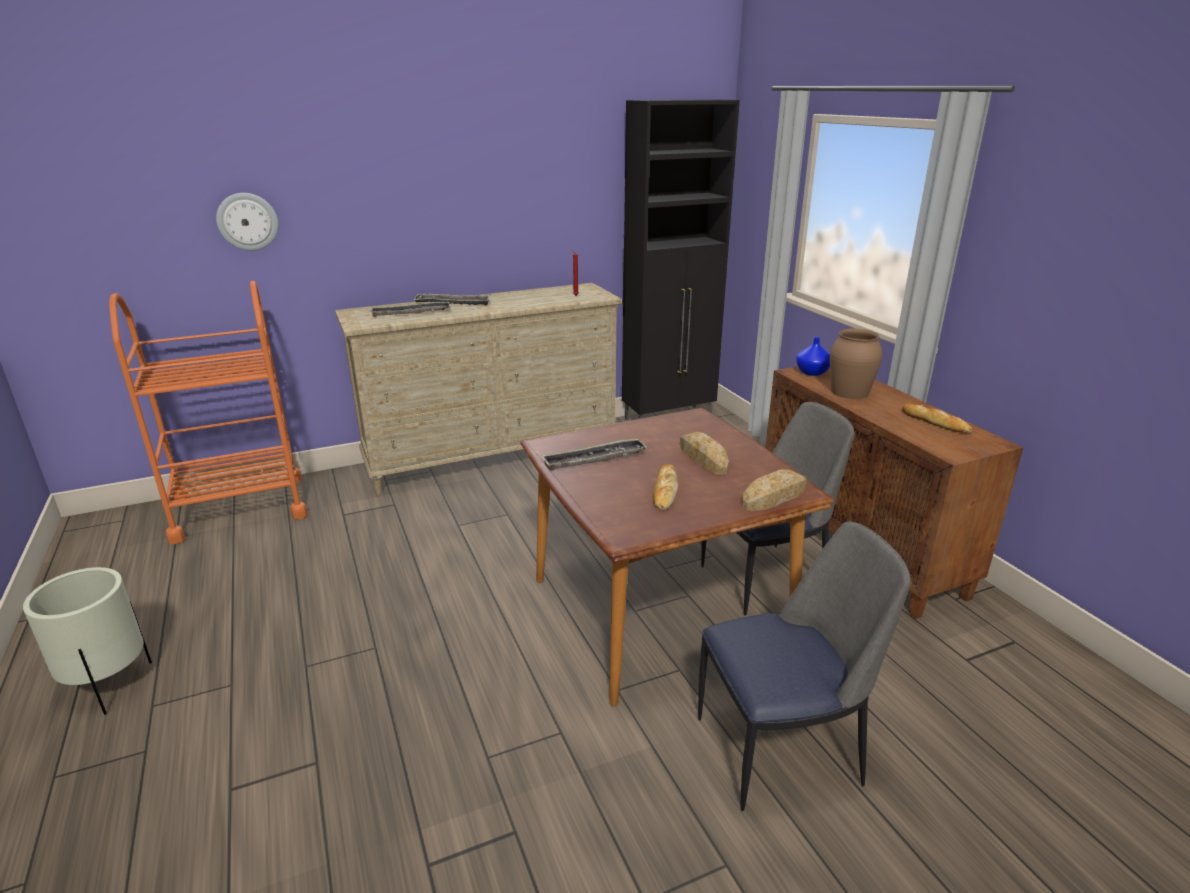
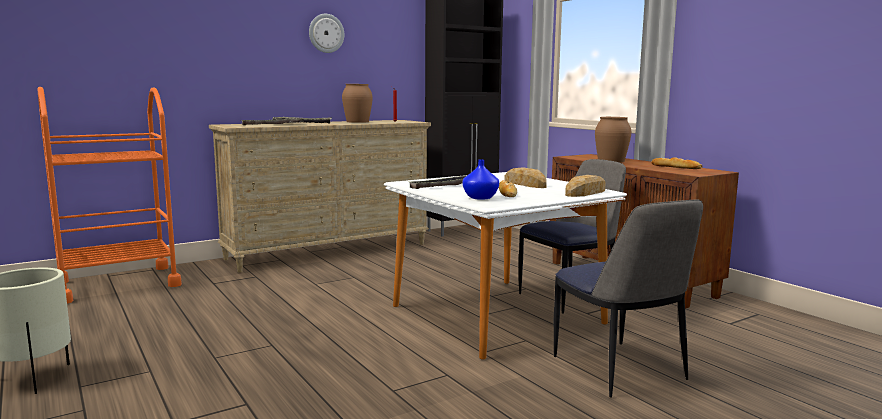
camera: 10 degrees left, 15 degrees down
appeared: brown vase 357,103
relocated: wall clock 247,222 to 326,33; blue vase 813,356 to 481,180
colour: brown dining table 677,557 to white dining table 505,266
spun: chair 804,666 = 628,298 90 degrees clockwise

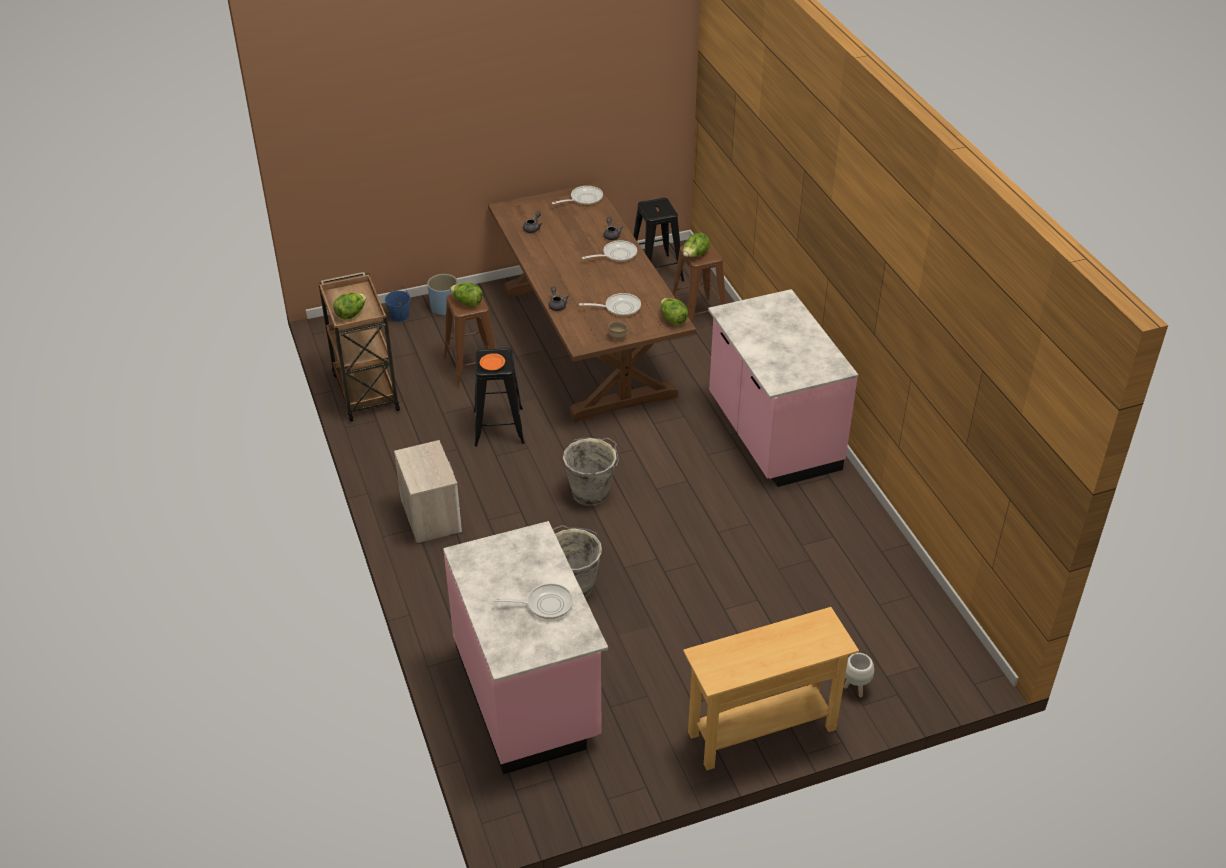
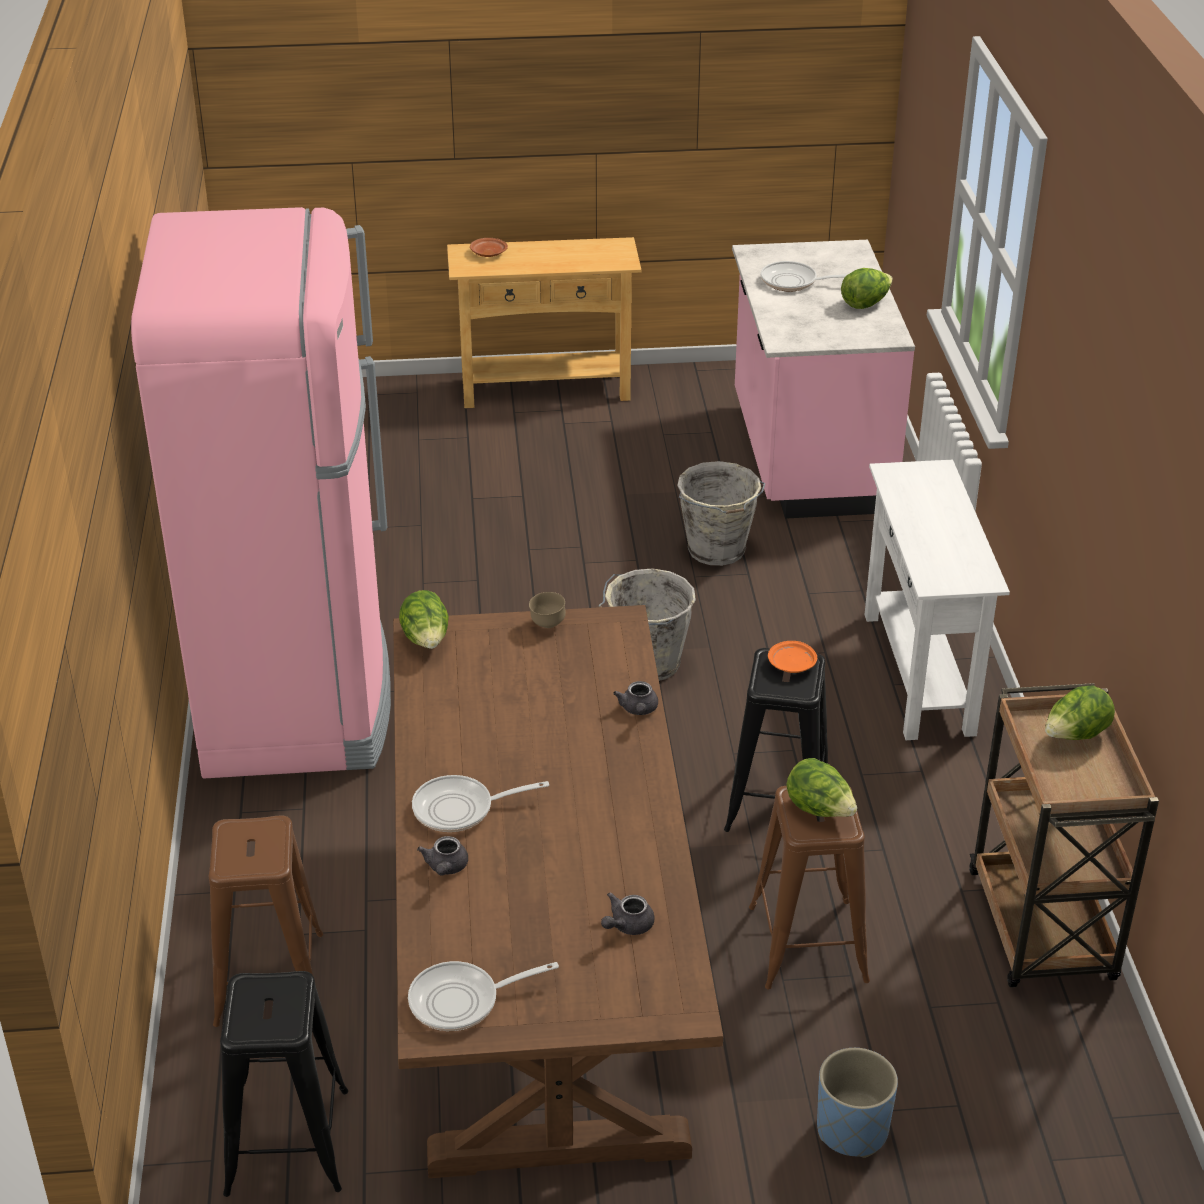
camera: 165 degrees left, 5 degrees down
missing: blue bucket 397,304; frying pan 610,304; white planter 858,675
appeared: brown plate 489,247
relocated: lettuce 696,245 to 867,288
exchanged: pink counter 783,388 to pink fridge 261,492; nightstand 428,492 to white console table 937,600

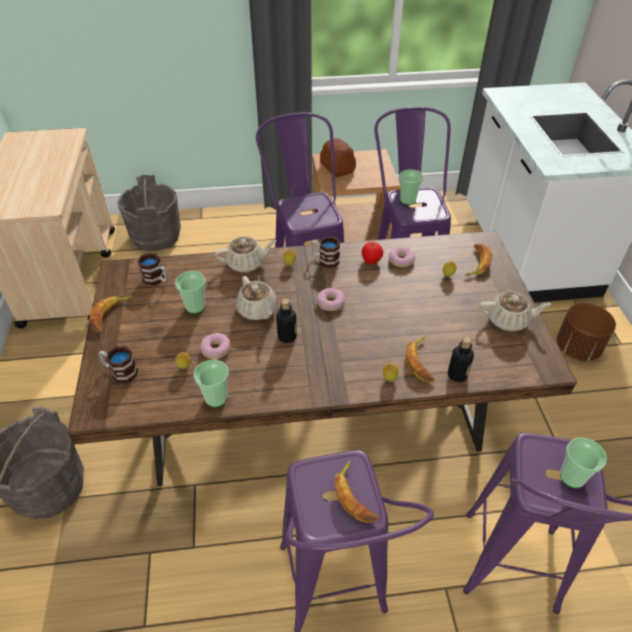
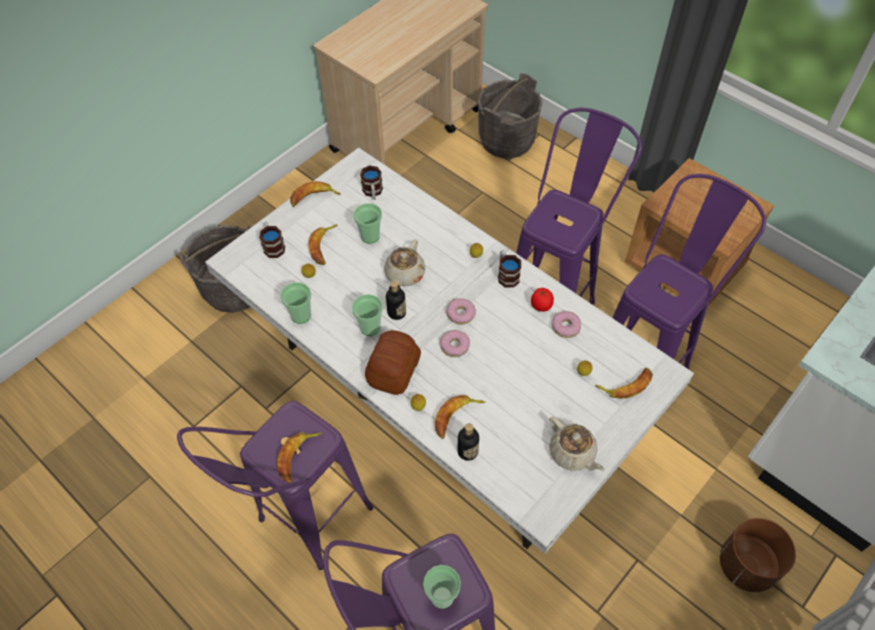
camera: 50 degrees right, 10 degrees up
missing: beige teapot 245,254
appeared: banana 323,244
relocated: cup 411,187 to 367,315; bread 338,157 to 393,362; donut 215,346 to 455,343
colour: brown dining table 322,358 to white dining table 449,350

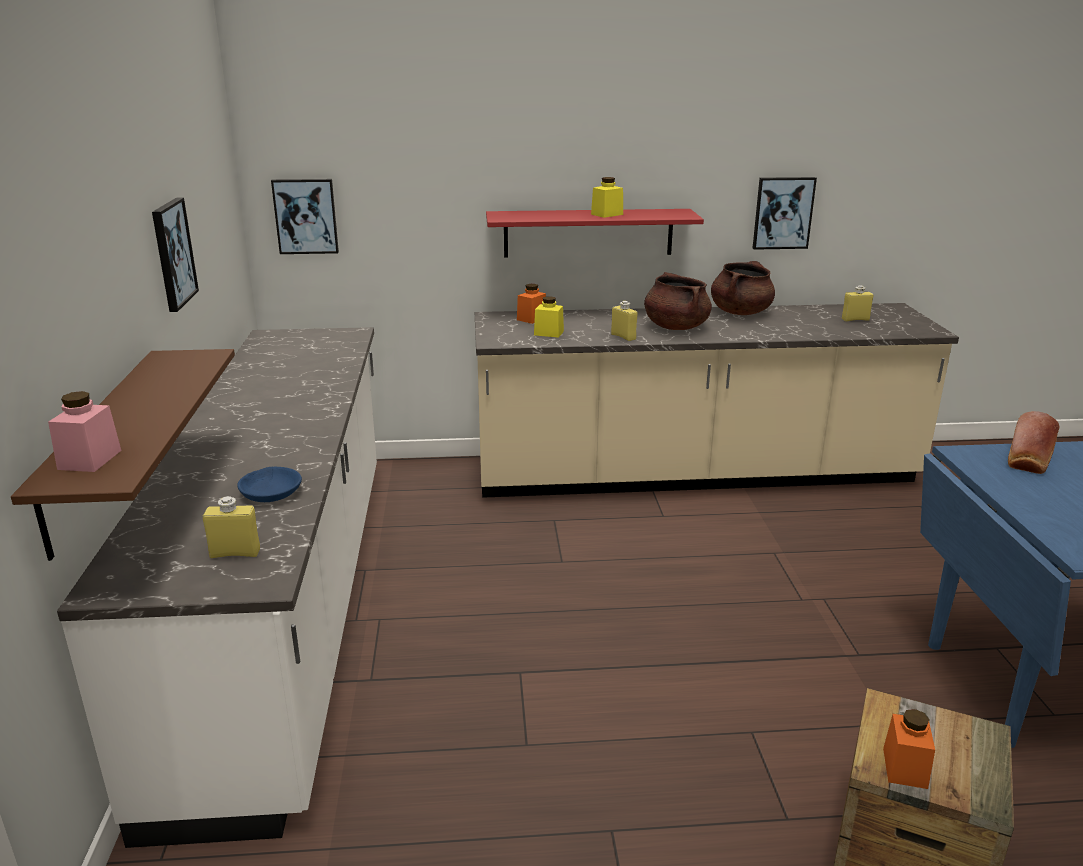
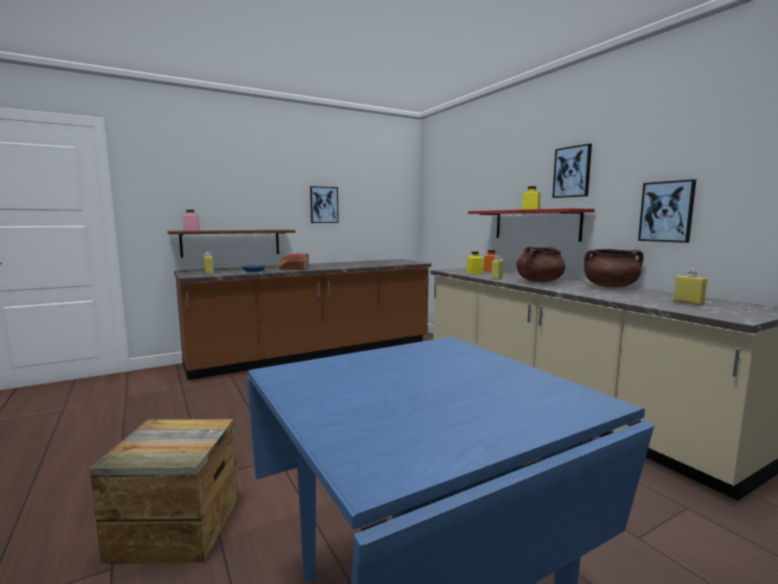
camera: 65 degrees right, 15 degrees down
missing: orange jar 909,749
relocated: bread 1033,442 to 294,261; picture 305,216 to 572,170
colour: white counter 217,587 to brown counter 302,319

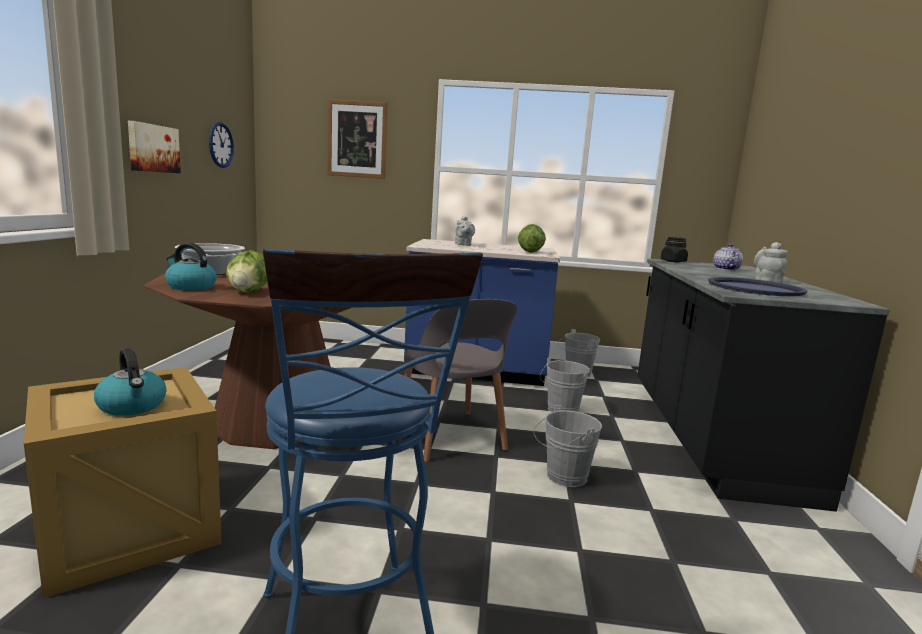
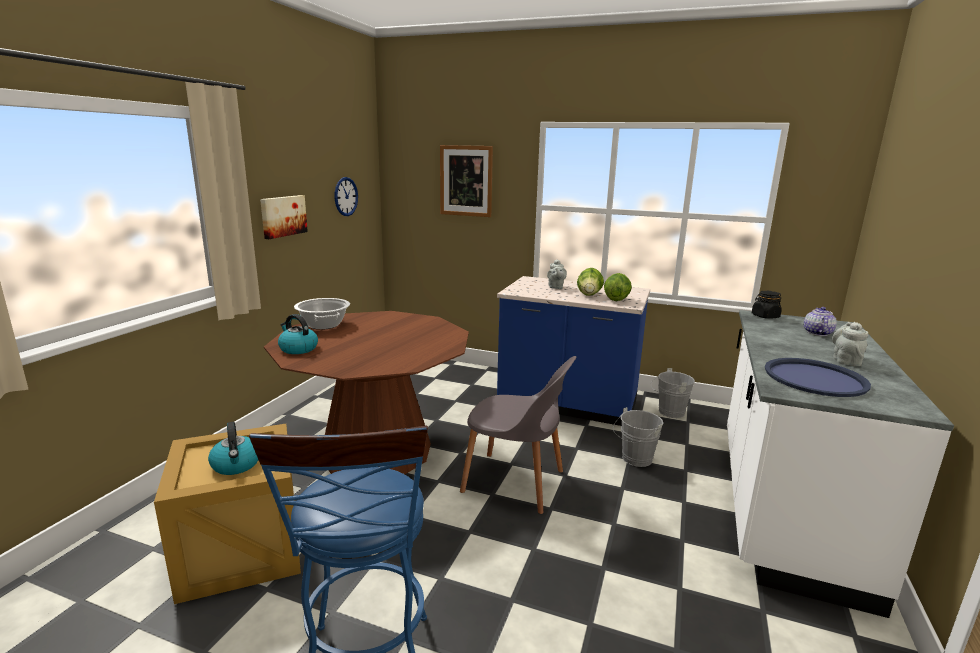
camera: 15 degrees right, 5 degrees up
missing: grey bucket 568,446
relocated: lettuce 246,271 to 590,282
colour: black counter 763,385 to white counter 840,464
spun: grey chair 460,380 = 518,435 60 degrees counterclockwise

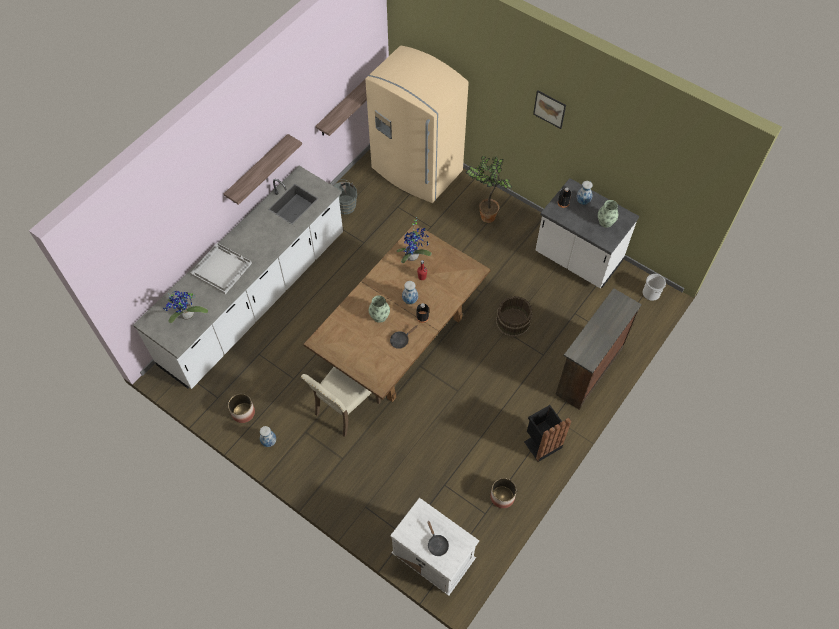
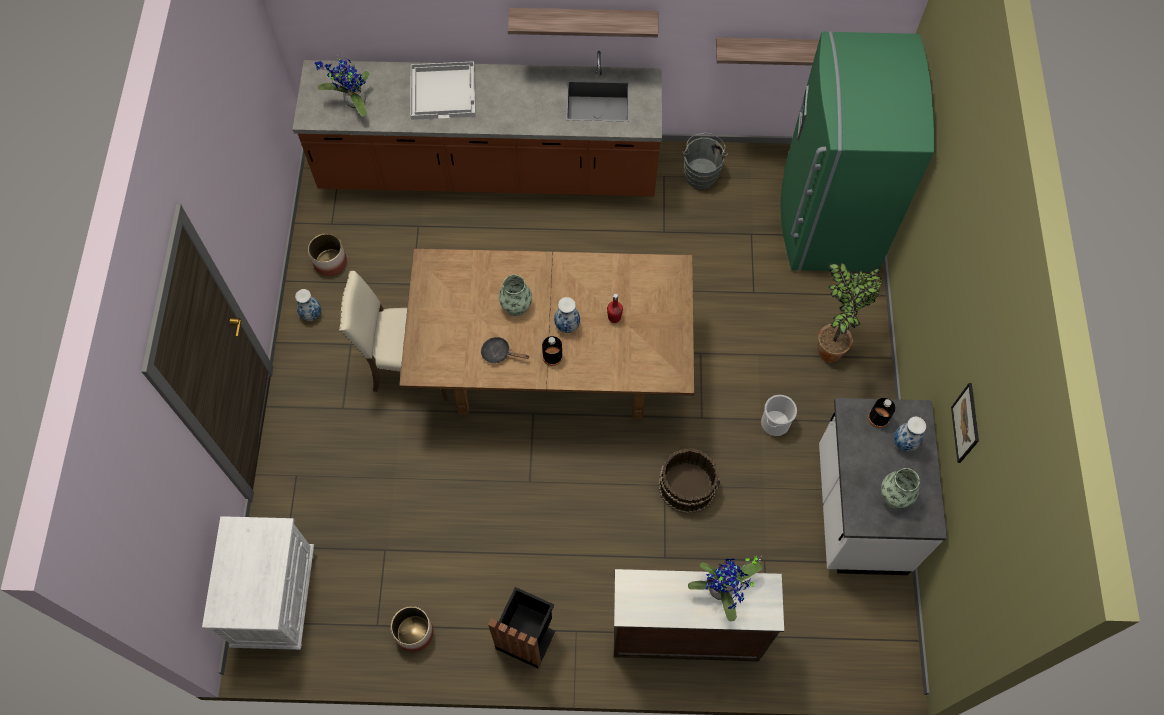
camera: 55 degrees right, 5 degrees up
missing: black frying pan 438,538
relocated: potted plant 414,241 to 725,588; bucket 654,287 to 779,415; picture 549,109 to 965,423
colour: white counter 238,277 to brown counter 477,123; beige fridge 417,124 to green fridge 857,151

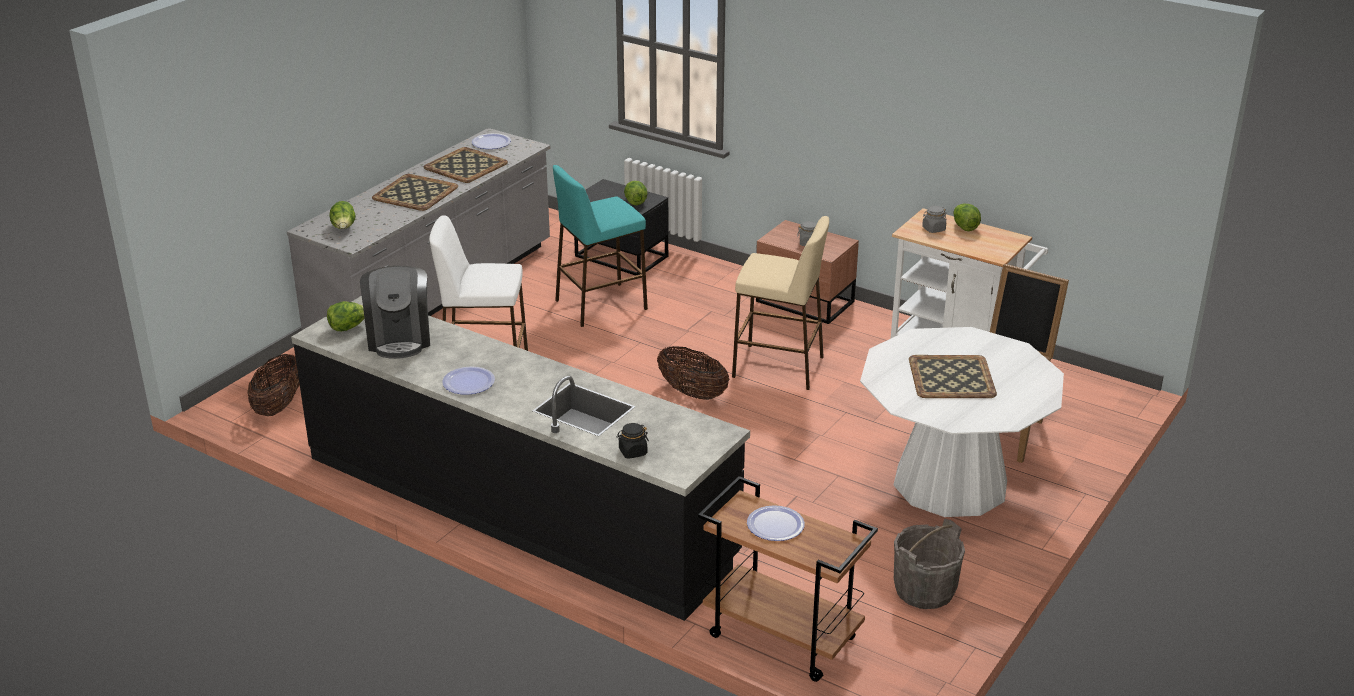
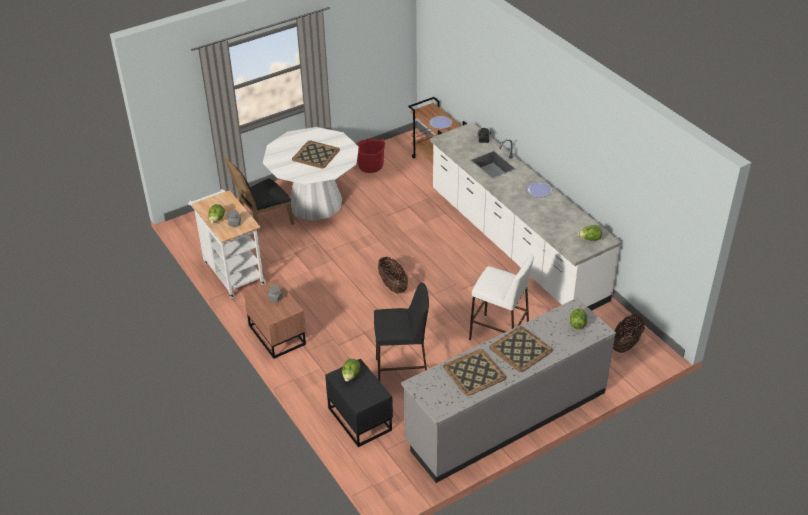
camera: 155 degrees left, 10 degrees up
missing: coffee machine 395,312; plate 491,141; beige stool 780,303
colour: grey bucket 929,564 to red bucket 371,155; turquoise stool 600,246 to black stool 401,332; black counter 520,458 to white counter 525,216

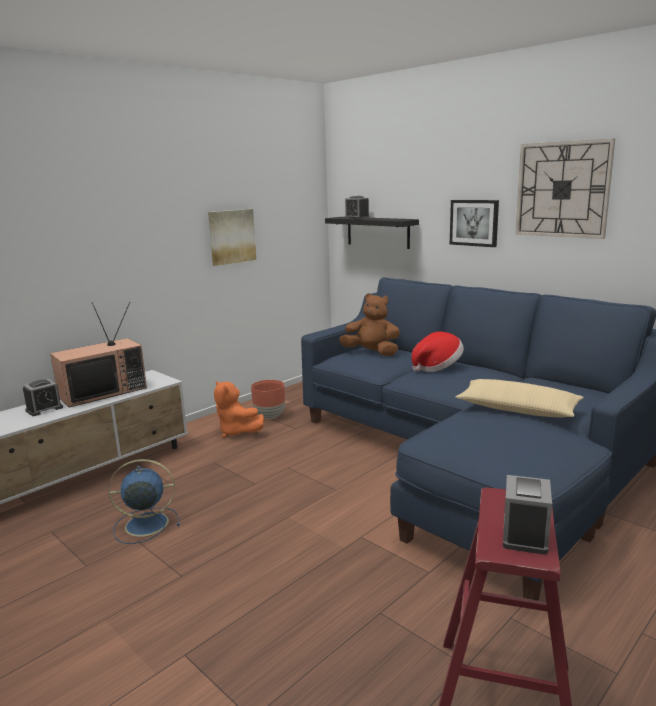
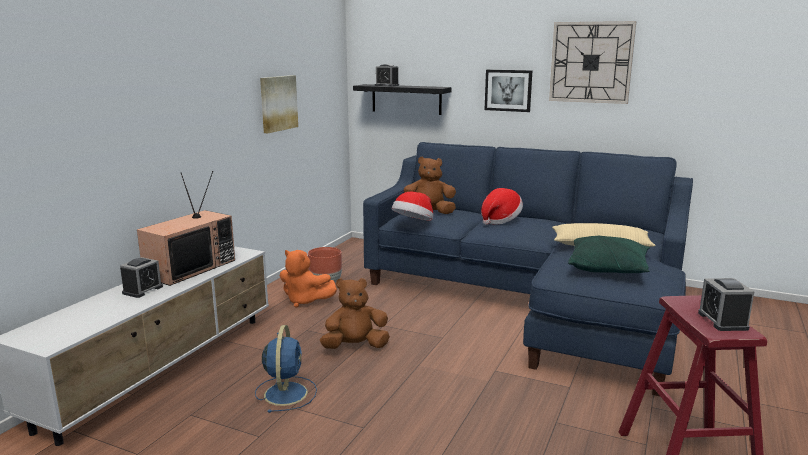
camera: 20 degrees left, 0 degrees up
appeared: brown plush toy 355,313; hat 412,206; green pillow 609,254
spun: blue fan 144,501 = 286,369 120 degrees clockwise

